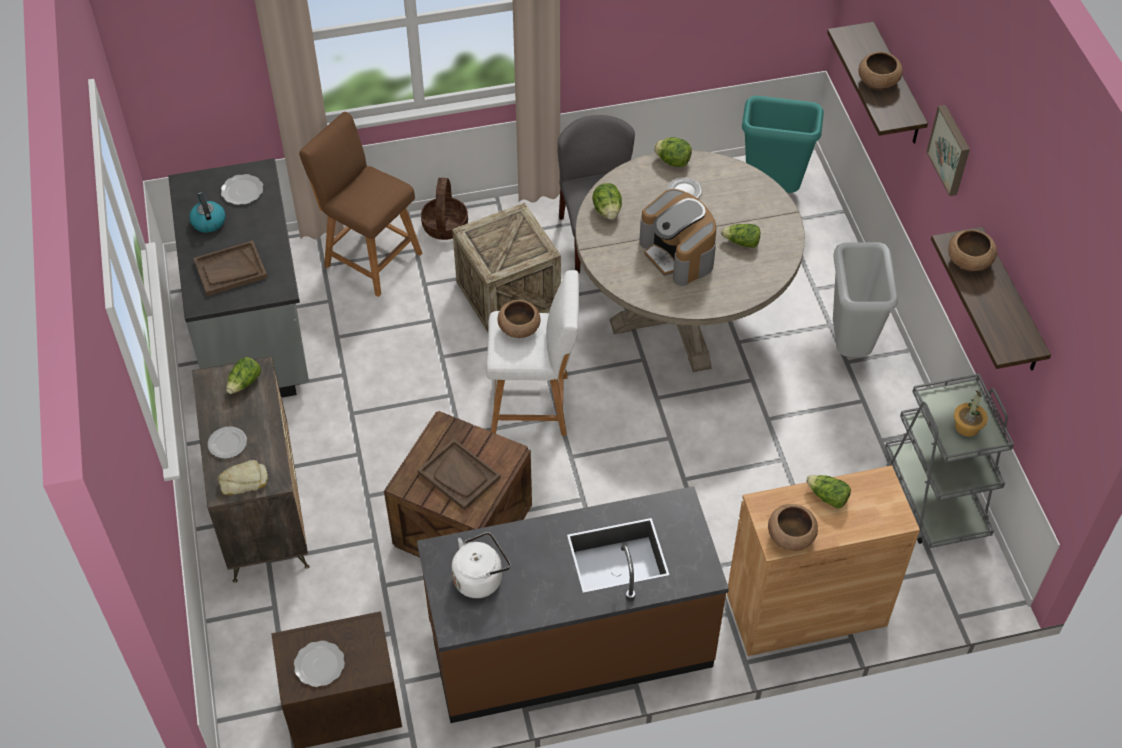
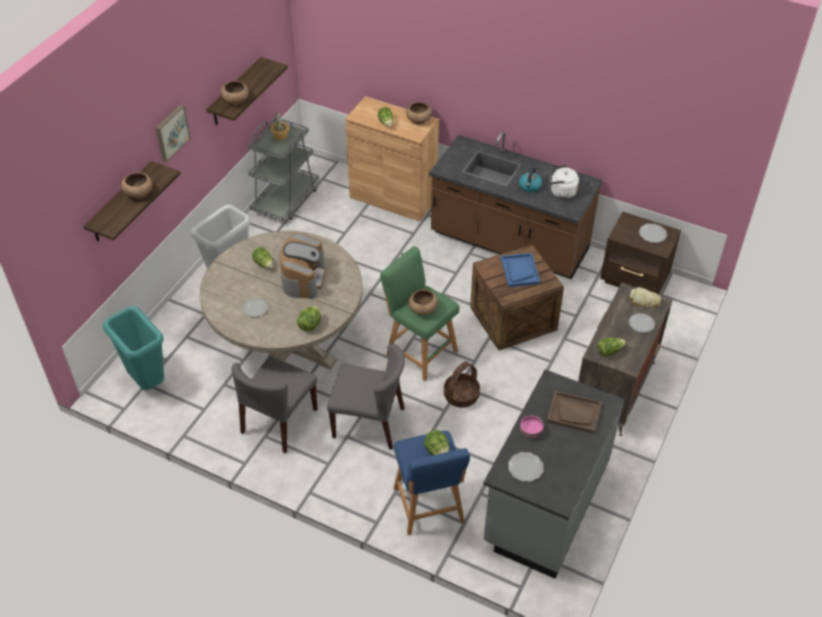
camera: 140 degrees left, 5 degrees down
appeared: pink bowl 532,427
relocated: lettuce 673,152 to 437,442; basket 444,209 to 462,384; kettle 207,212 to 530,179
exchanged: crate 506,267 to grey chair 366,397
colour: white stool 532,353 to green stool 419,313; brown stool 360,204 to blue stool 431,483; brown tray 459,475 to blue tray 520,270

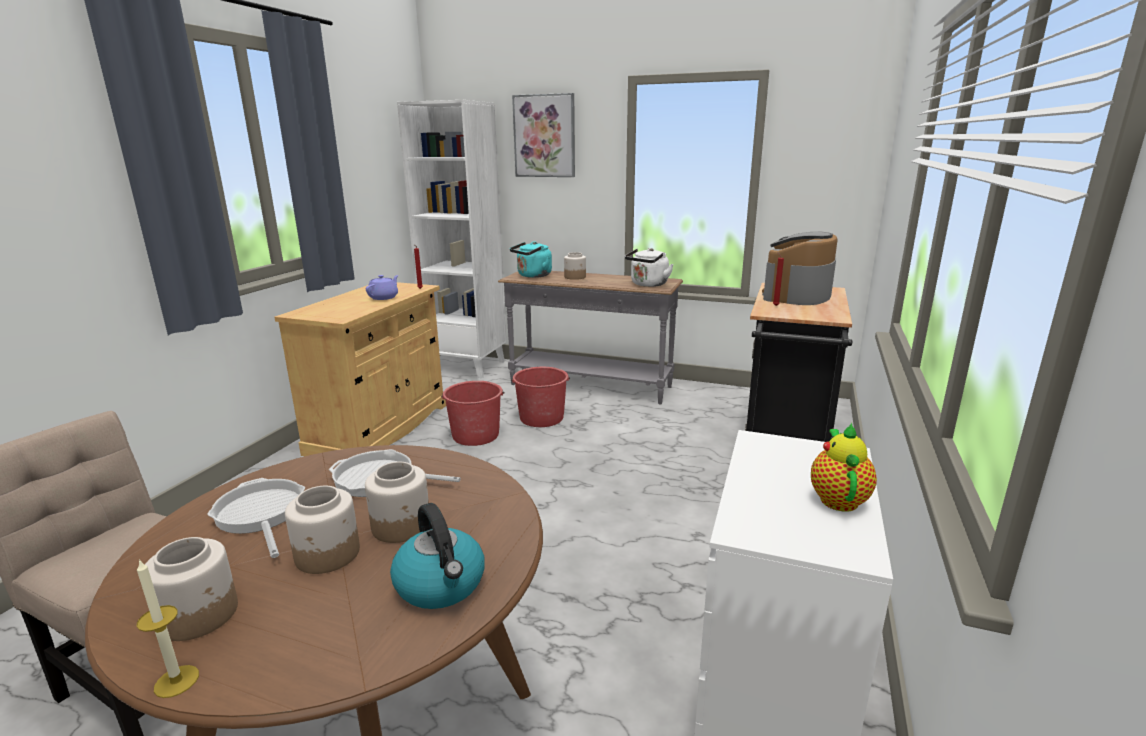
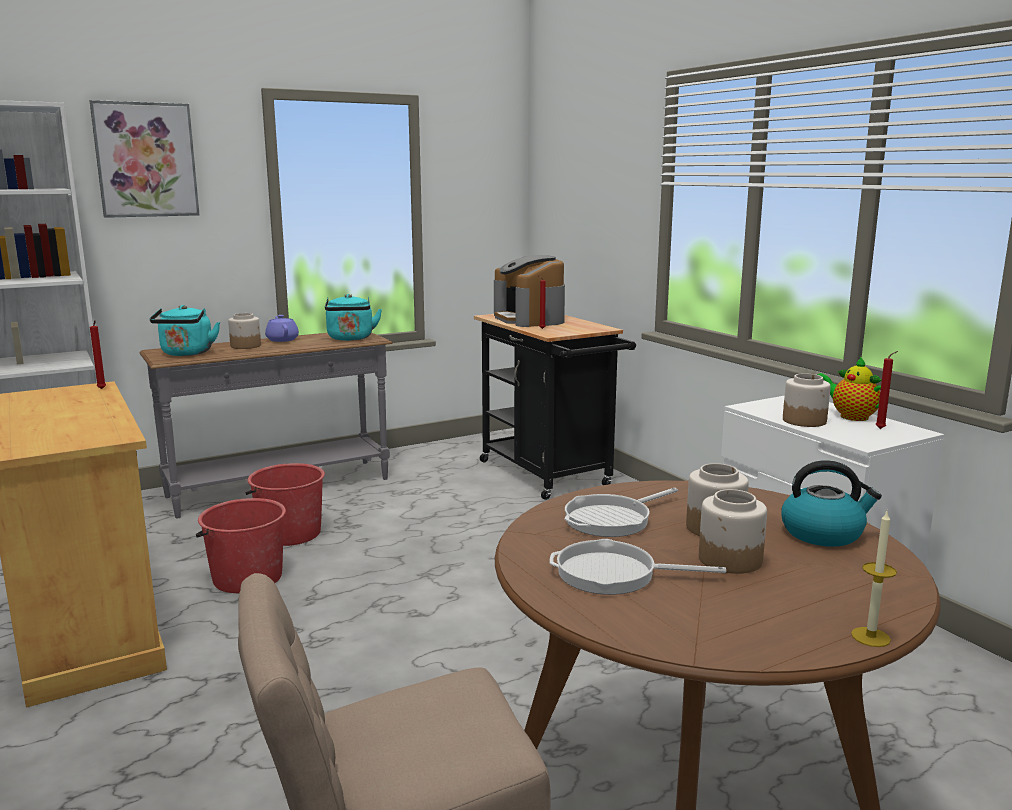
camera: 50 degrees left, 5 degrees down
appeared: red candle 886,390
relocated: purple teapot 382,287 to 282,328; jar 191,589 to 807,400
colour: white kettle 649,267 to turquoise kettle 353,317

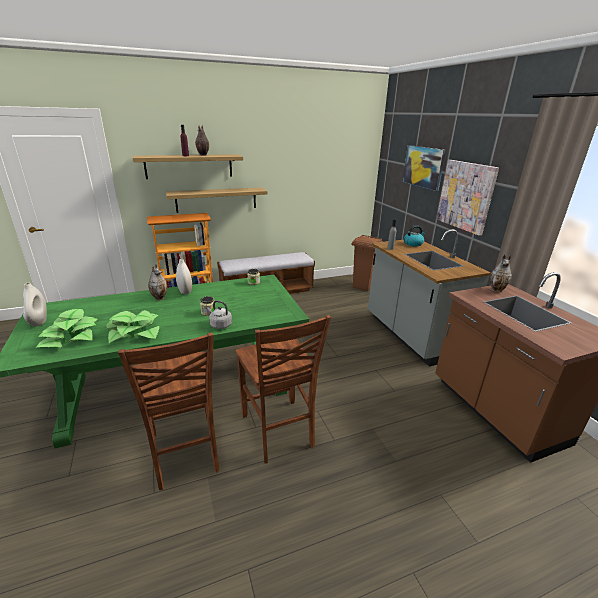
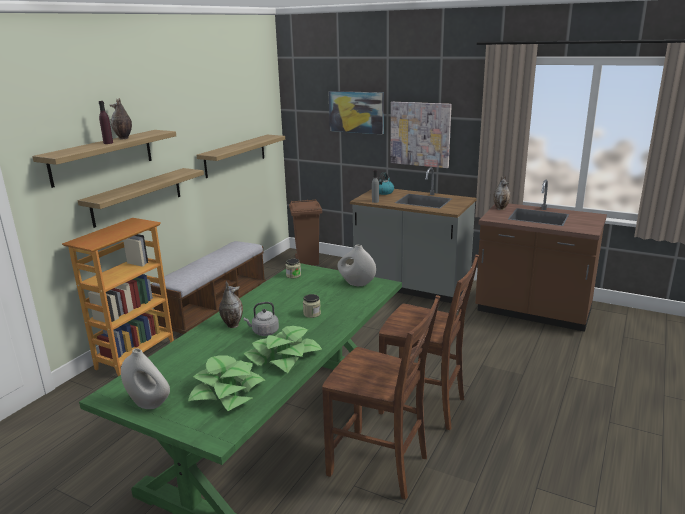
camera: 40 degrees left, 5 degrees down
appeared: shelf 241,156
relocated: grey kettle 219,314 to 261,319; white vase 184,276 to 356,265

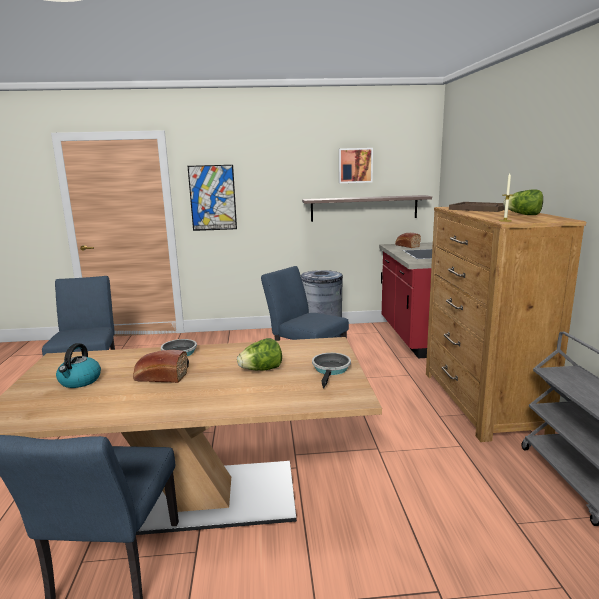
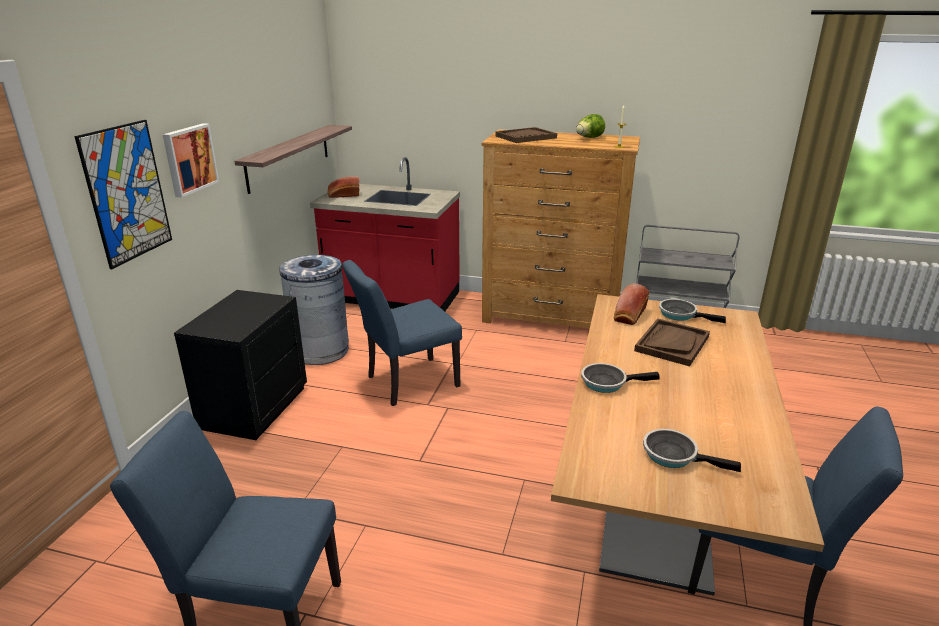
camera: 70 degrees left, 10 degrees up
appeared: black nightstand 240,365
relocated: picture 356,165 to 190,160; bread 160,366 to 632,304
exchanged: lettuce 259,354 to brown tray 672,342; kettle 78,365 to frying pan 692,450

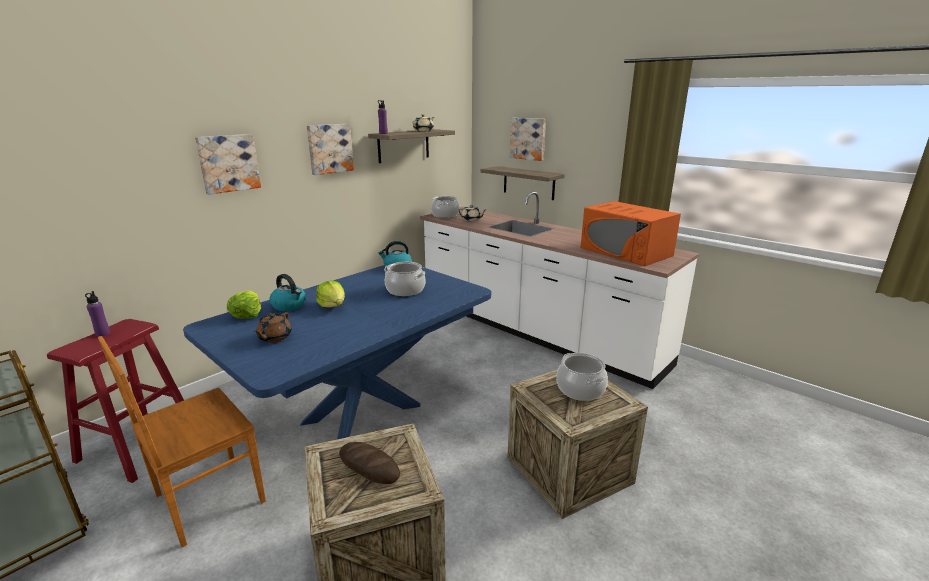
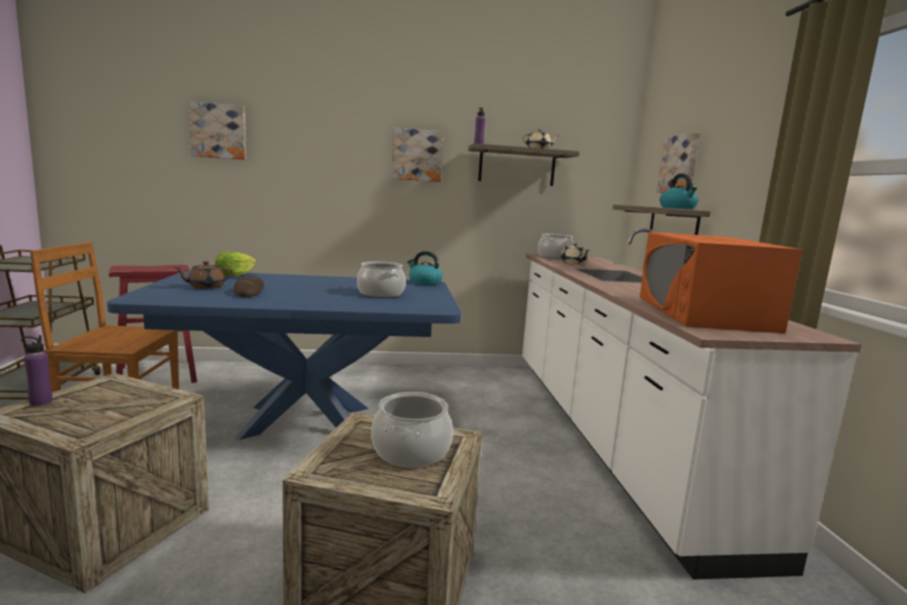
camera: 40 degrees right, 10 degrees down
missing: lettuce 330,294
relocated: purple bottle 97,314 to 37,370; picture 228,164 to 217,131; bread 369,463 to 248,286; kettle 287,292 to 679,191

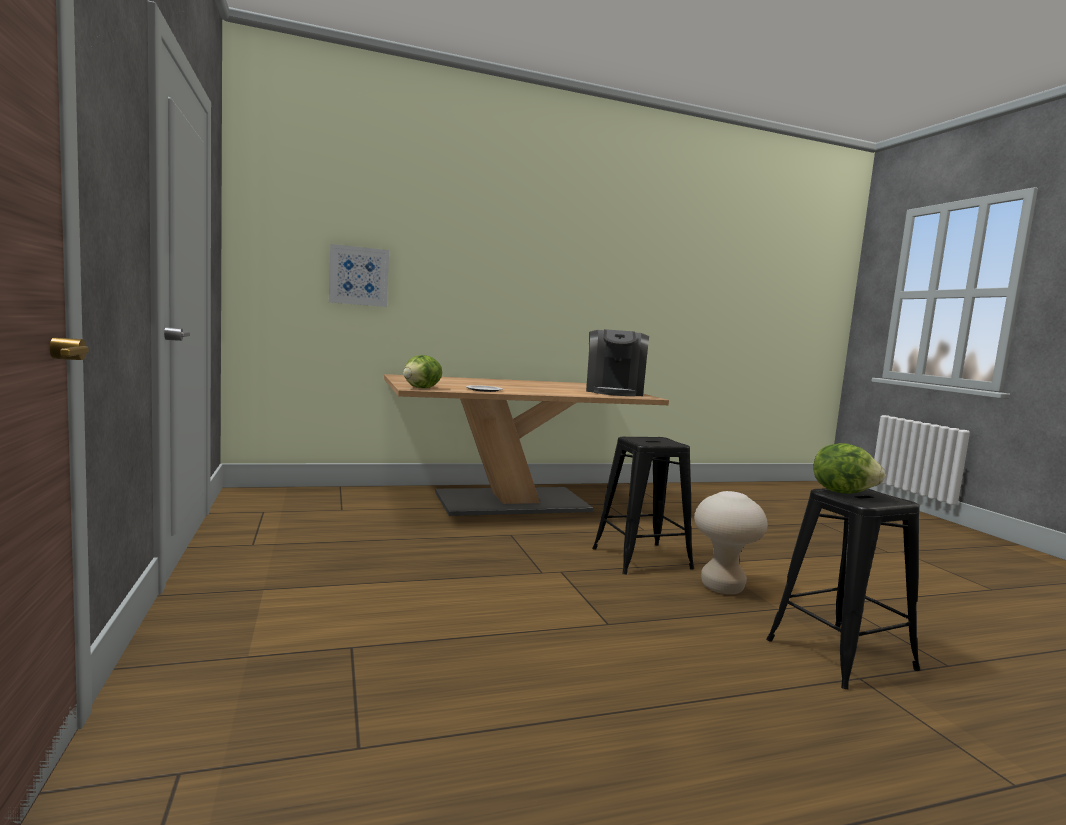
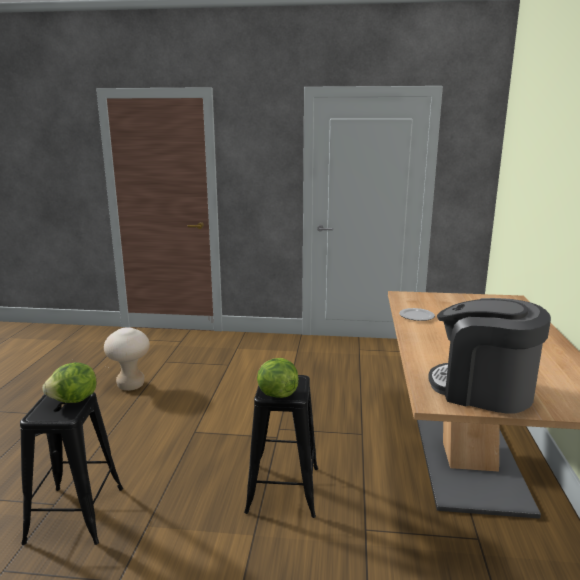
camera: 115 degrees right, 10 degrees up
missing: picture 359,275
relocated: beige stool 731,542 to 127,359; lettuce 422,371 to 278,378

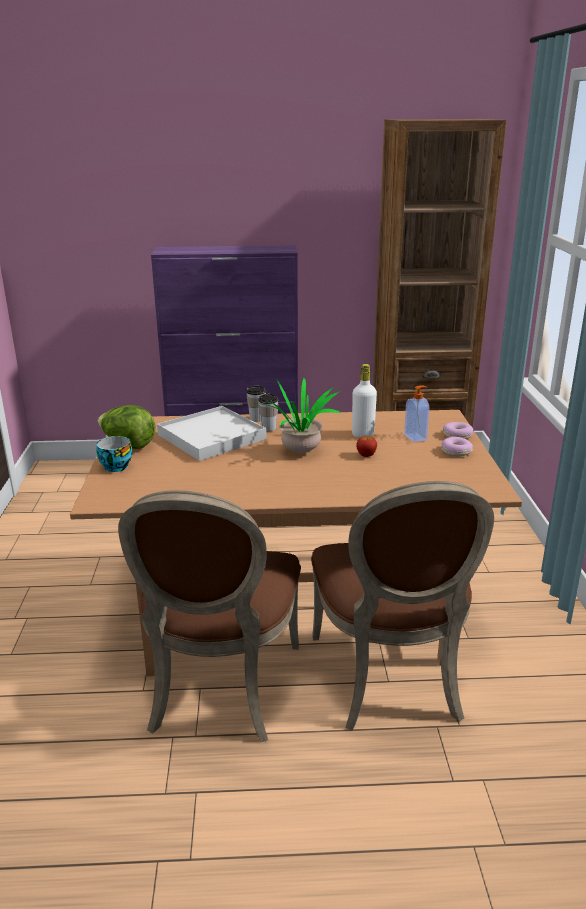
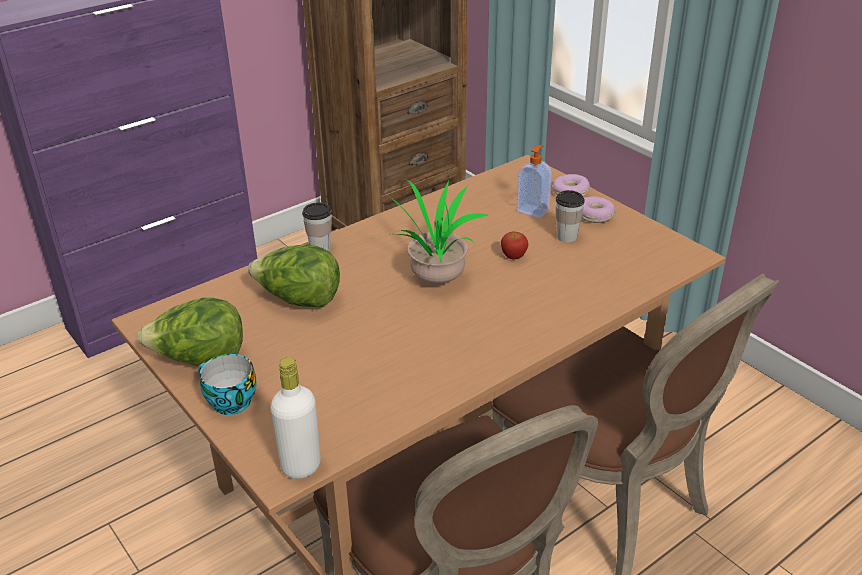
camera: 35 degrees left, 10 degrees up
relocated: white bottle 364,401 to 295,418; cup 268,412 to 570,216
exchanged: white tray 211,433 to lettuce 294,275

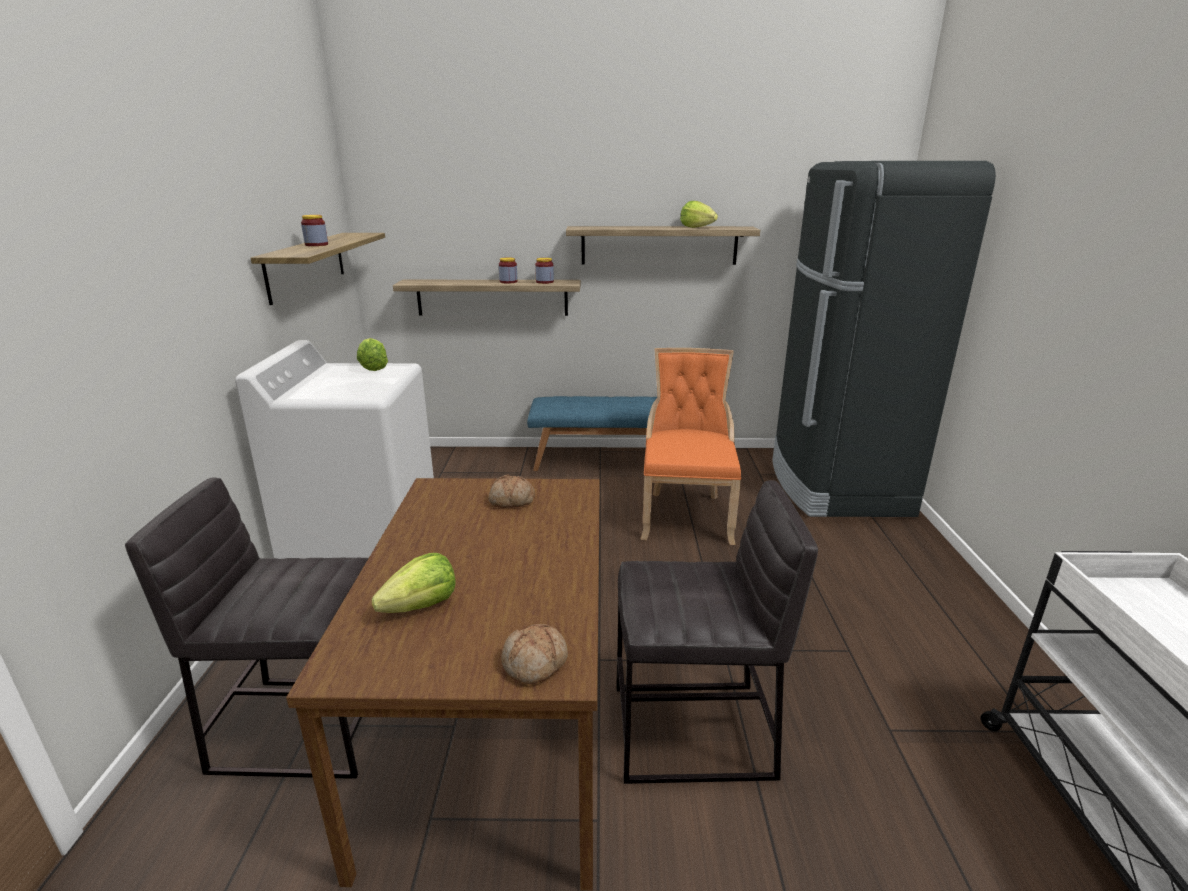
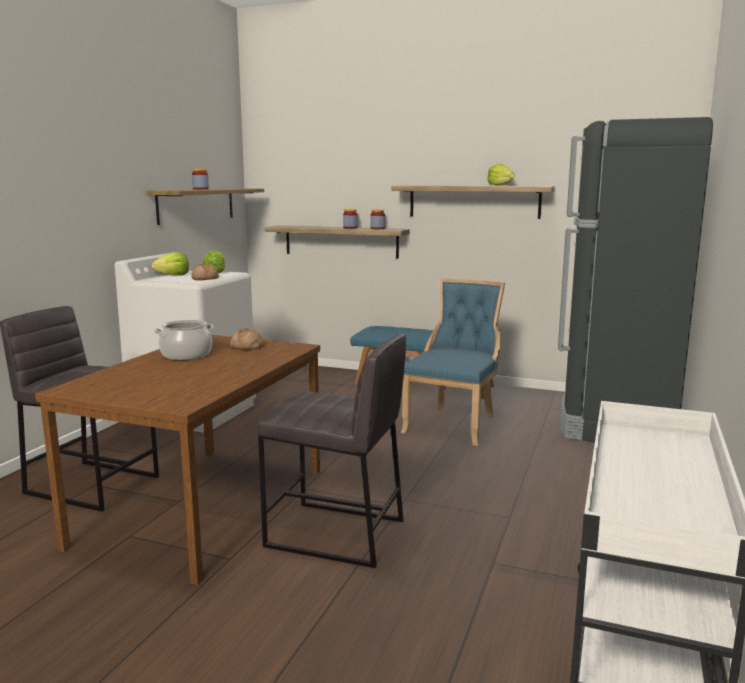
camera: 20 degrees right, 10 degrees down
appeared: cooking pot 184,340
relocated: lettuce 414,583 to 170,264; bread 534,654 to 205,272
colour: orange chair 691,446 to blue chair 453,362

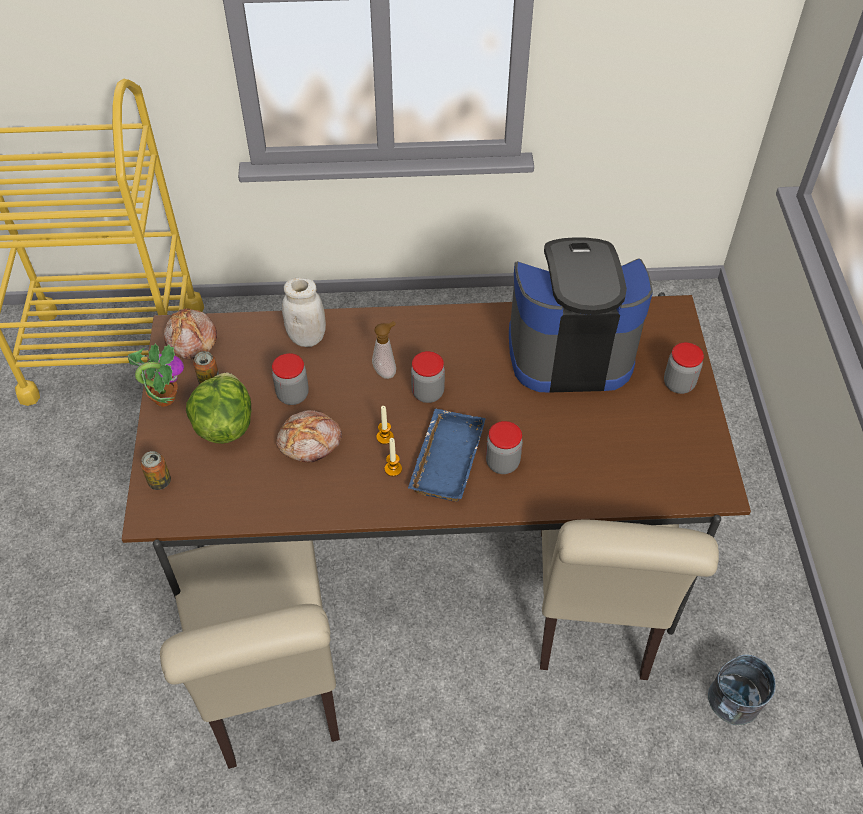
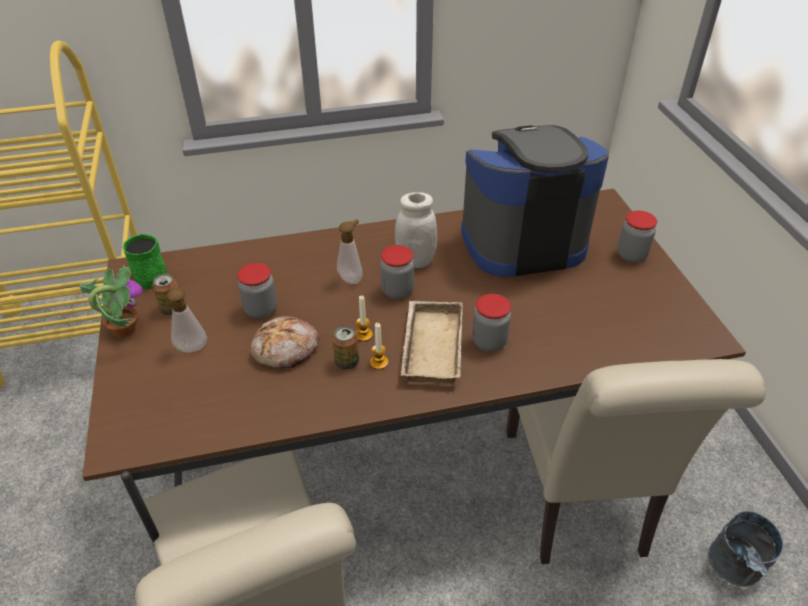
camera: 10 degrees left, 10 degrees down
relocated: can 156,470 to 345,348; white jar 304,312 to 416,230
exchanged: bread 190,334 to green mug 145,261; lettuce 218,408 to soap dispenser 187,317
colour: blue tray 447,454 to beige tray 432,342

